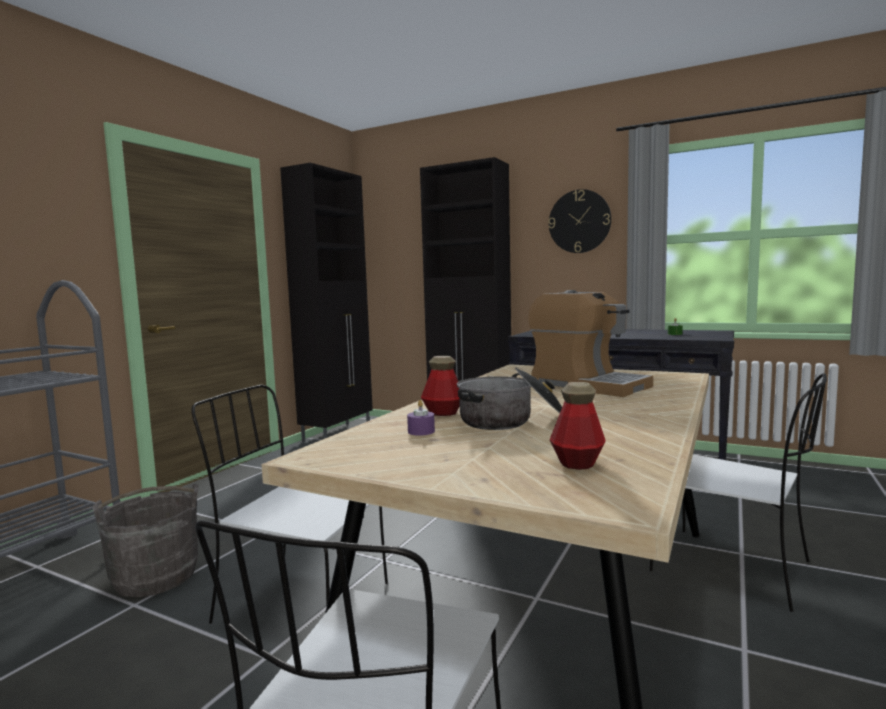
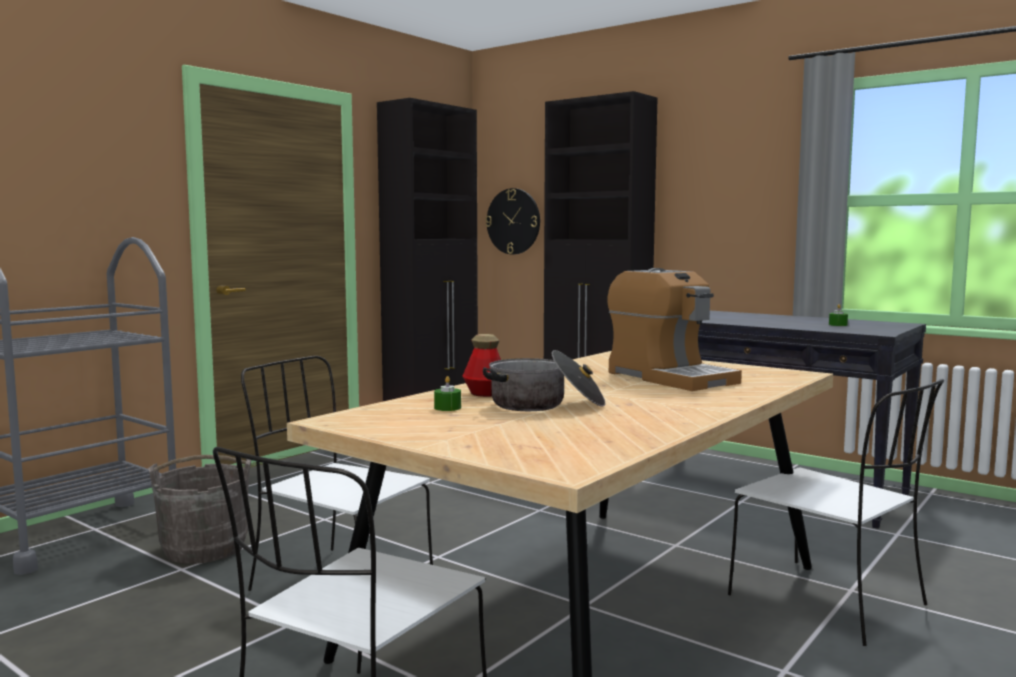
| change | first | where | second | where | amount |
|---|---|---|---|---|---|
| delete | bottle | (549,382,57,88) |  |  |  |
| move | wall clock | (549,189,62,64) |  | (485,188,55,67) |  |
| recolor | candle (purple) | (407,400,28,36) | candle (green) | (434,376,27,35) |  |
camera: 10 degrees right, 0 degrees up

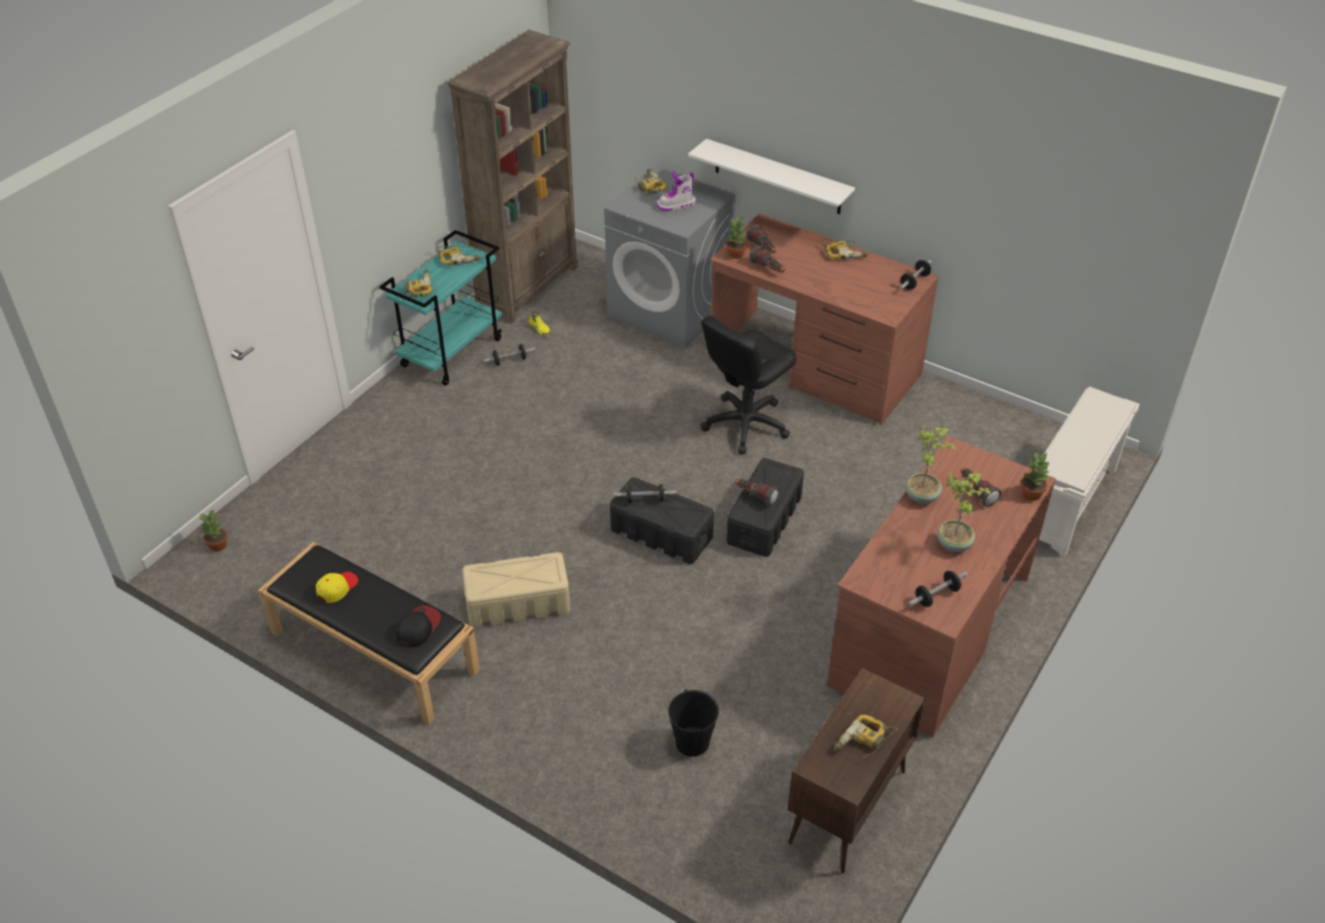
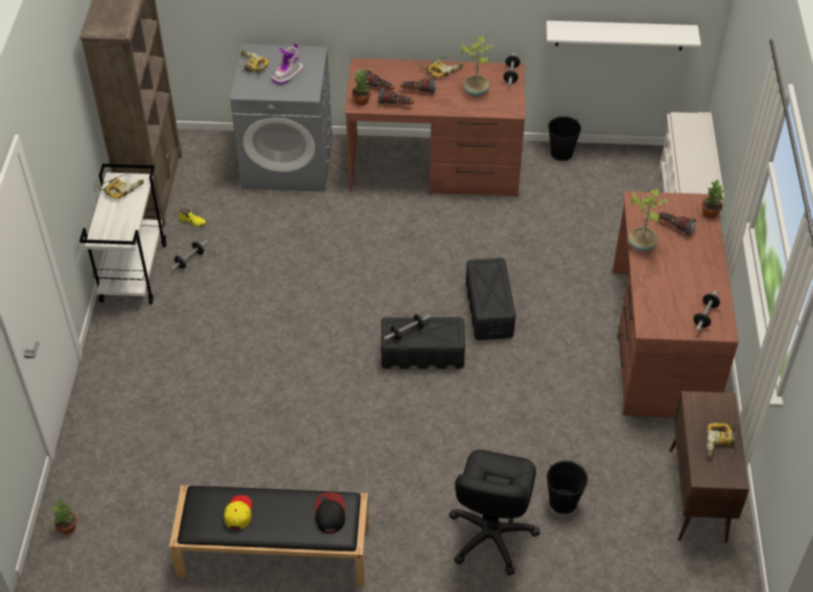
| change | first | where | second | where | amount |
|---|---|---|---|---|---|
| delete | power drill | (403,269,29,28) |  |  |  |
| delete | storage box (beige) | (462,552,108,76) |  |  |  |
| insert |  |  | bucket (black) | (548,116,33,45) |  |
| move | shelf (white) | (688,139,167,75) |  | (546,21,155,29) |  |
| move | office chair (black) | (700,316,96,138) |  | (449,450,91,126) |  |
| move | flashlight | (735,479,44,27) |  | (400,77,36,17) |  |
| move | potted plant | (937,472,55,80) |  | (460,36,34,61) |  |
| recolor | cart (turquoise) | (379,230,123,156) | cart (white) | (79,164,88,140) |  |
camera: 30 degrees left, 5 degrees up

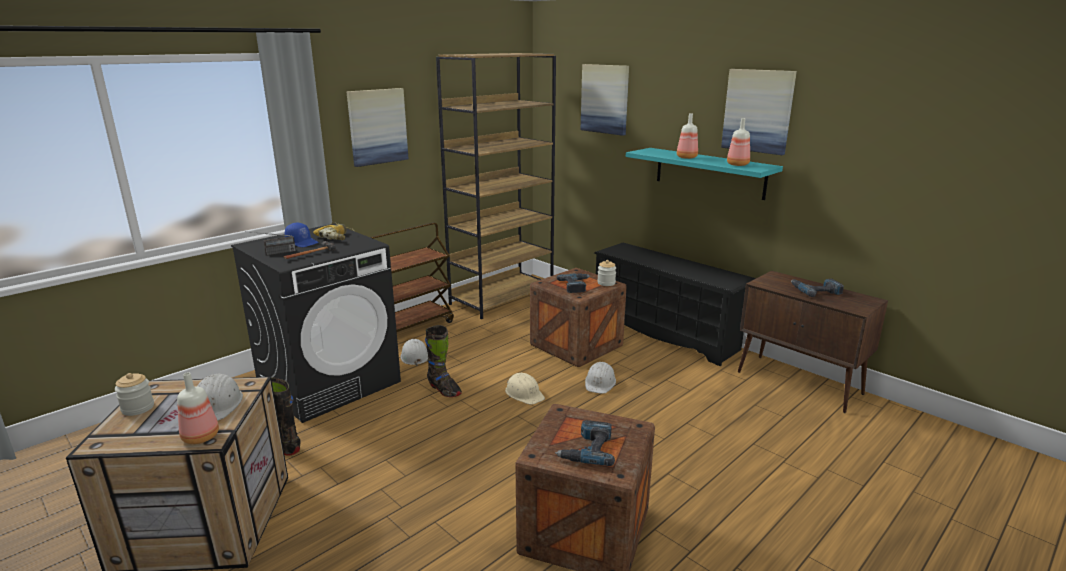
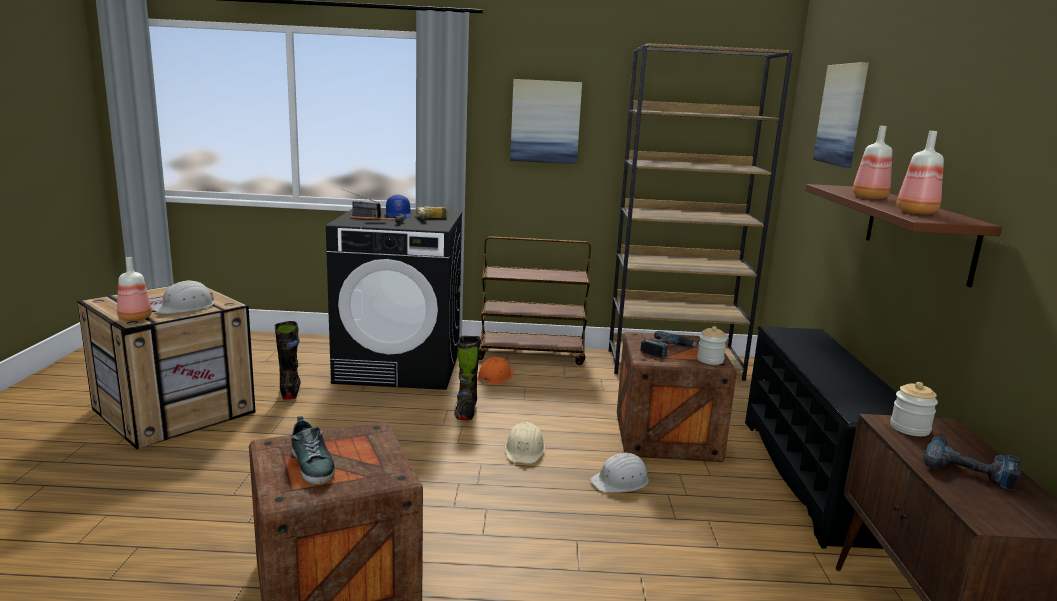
| change | first | where | second | where | amount |
|---|---|---|---|---|---|
| delete | picture | (721,69,76,86) |  |  |  |
| move | jar | (115,373,39,43) |  | (890,382,48,54) |  |
| replace | power drill | (555,420,60,46) | shoe | (291,416,44,69) |  |
| recolor | hard hat (white) | (400,339,28,27) | hard hat (orange) | (477,357,37,27) |  |
| recolor | shelf (turquoise) | (626,148,157,52) | shelf (brown) | (806,184,196,103) |  |
camera: 45 degrees right, 5 degrees down

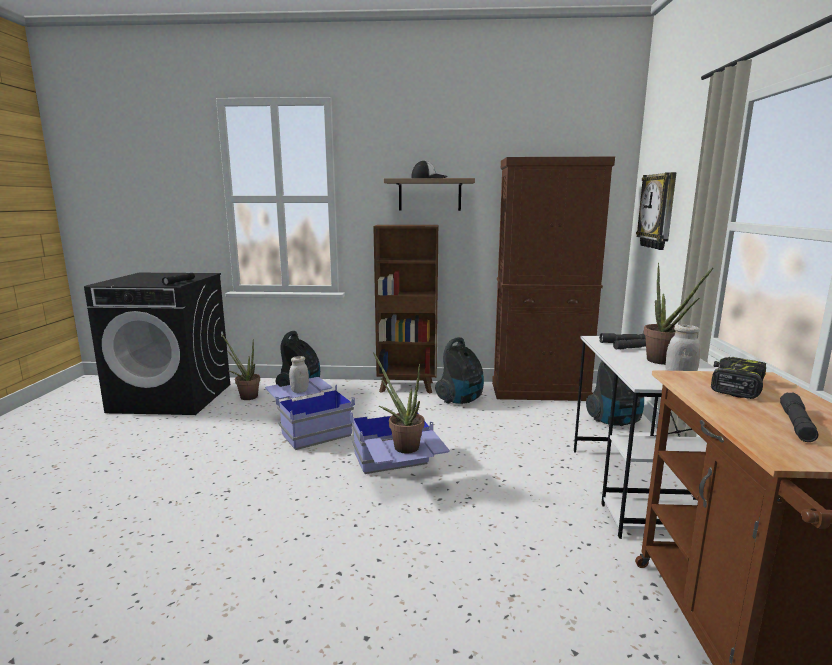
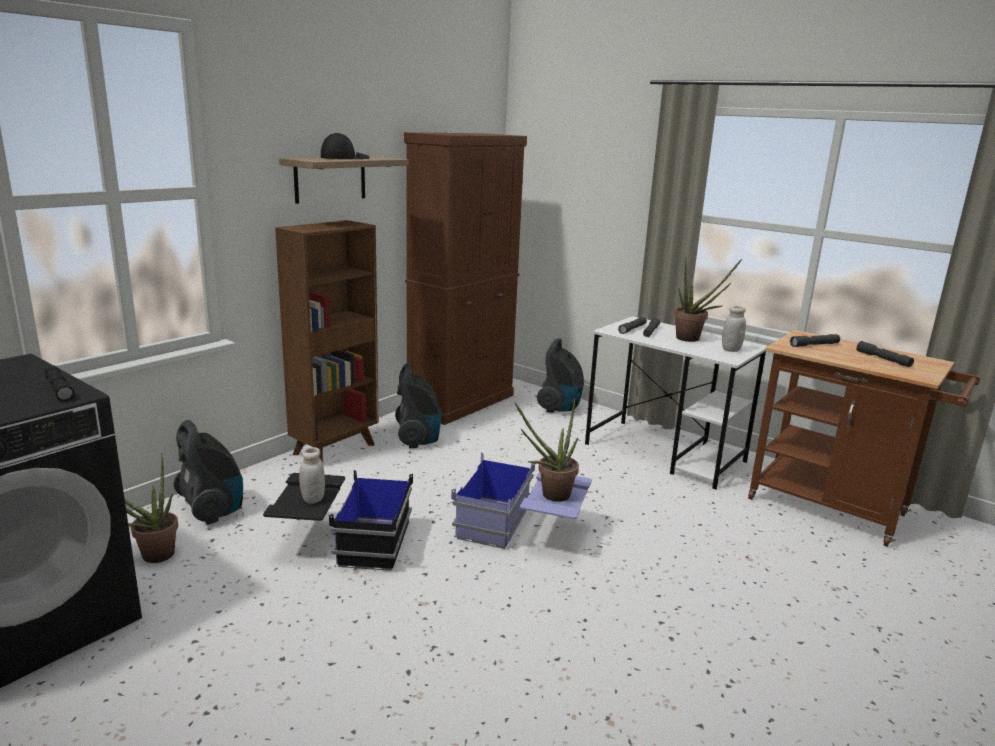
| change | first | where | second | where | amount |
|---|---|---|---|---|---|
| delete | wall clock | (636,172,40,78) |  |  |  |
| replace | power drill | (711,357,55,42) | flashlight (grey) | (790,334,50,13) |  |
| recolor | storage box (blue) | (265,377,90,73) | storage box (black) | (263,470,150,101) |  |
camera: 55 degrees left, 5 degrees up

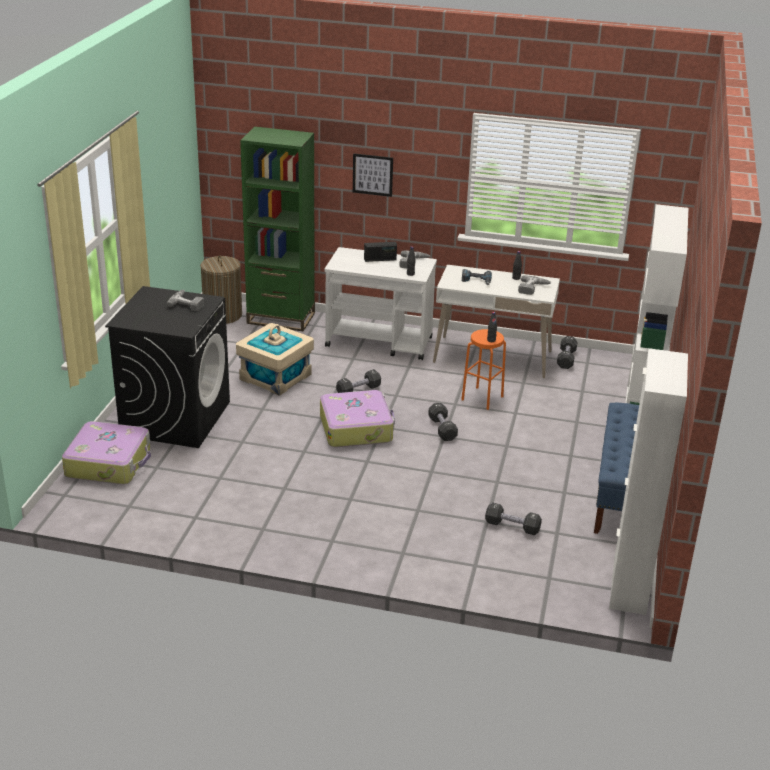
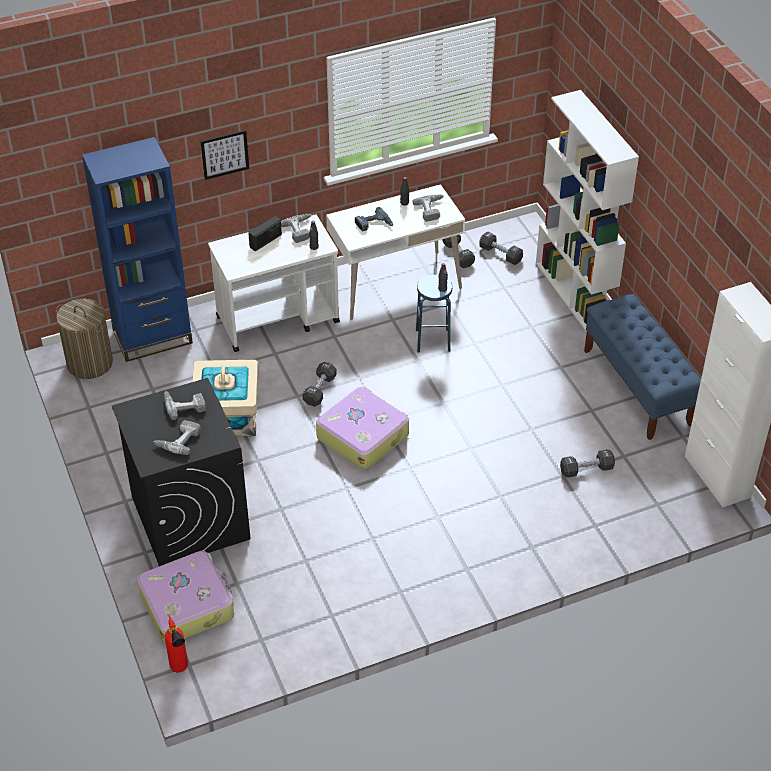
| change | first | where | second | where | amount |
|---|---|---|---|---|---|
| insert |  |  | power drill | (153,420,48,35) |  |
| insert |  |  | fire extinguisher | (165,615,23,57) |  |
| move | dumbbell (black) | (428,403,30,38) |  | (480,231,43,34) |  |
| recolor | bookcase (green) | (240,127,75,204) | bookcase (blue) | (82,137,111,225) |  |
| recolor | stool (orange) | (461,329,45,81) | stool (blue) | (416,275,36,78) |  |
camera: 35 degrees left, 15 degrees up

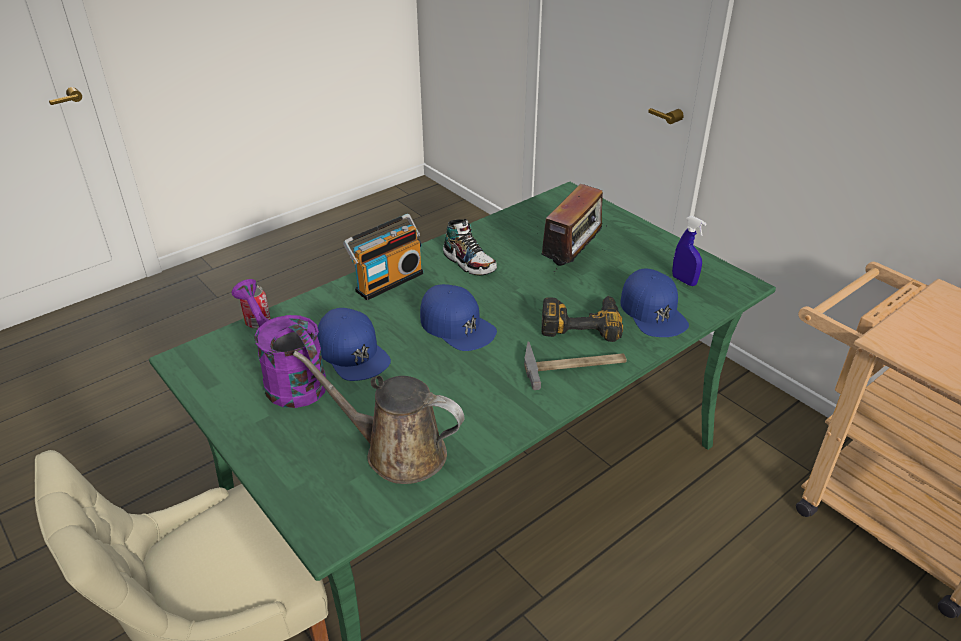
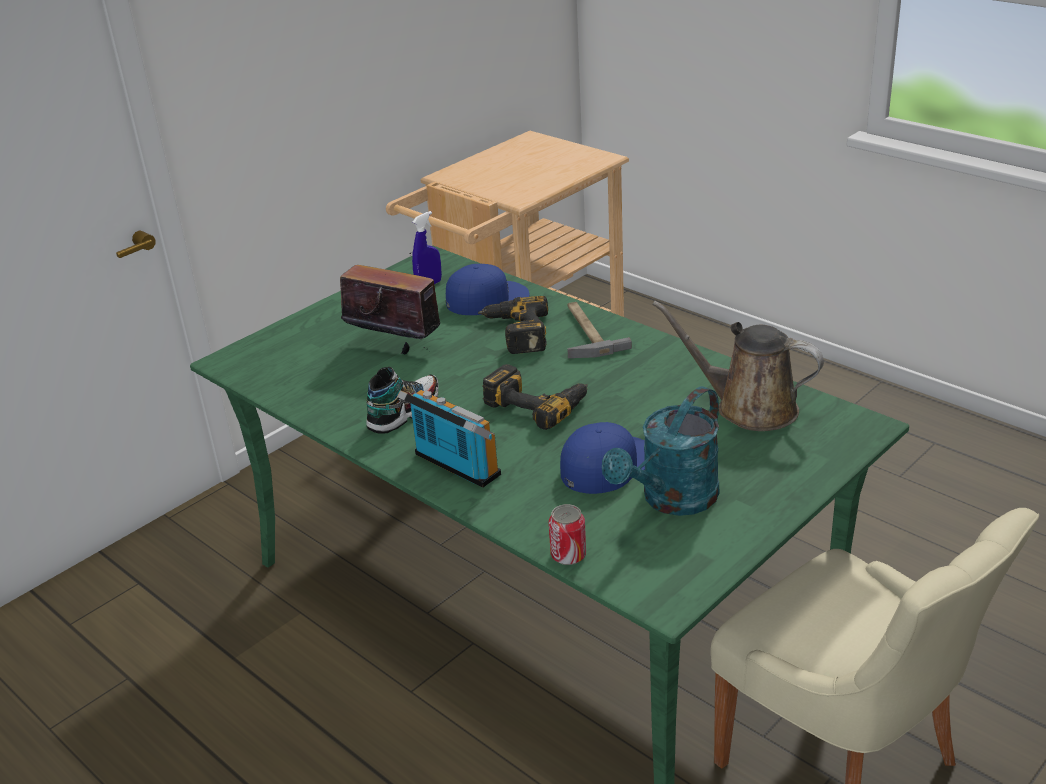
| change | first | where | second | where | amount |
|---|---|---|---|---|---|
| replace | cap (blue) | (420,284,77,67) | power drill | (482,364,106,66) |  |
| recolor | watering can (purple) | (232,279,94,129) | watering can (turquoise) | (602,386,117,130) |  |
| rotate | watering can (brown) | (293,351,172,133) |  | (652,301,172,130) | 105 degrees clockwise |
camera: 95 degrees left, 5 degrees down

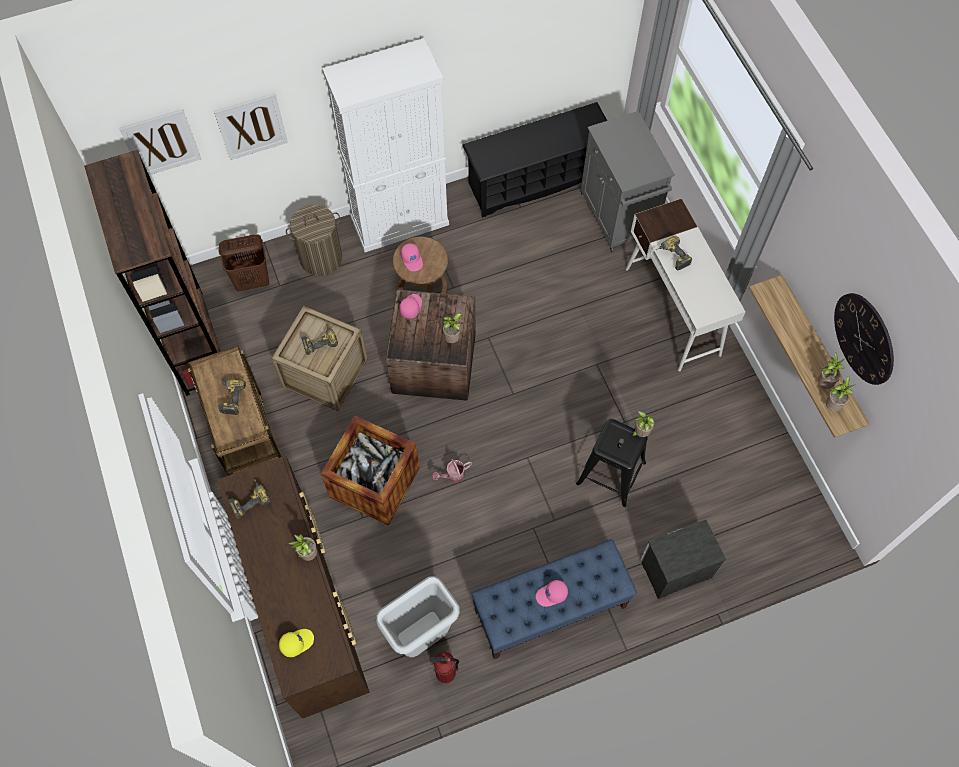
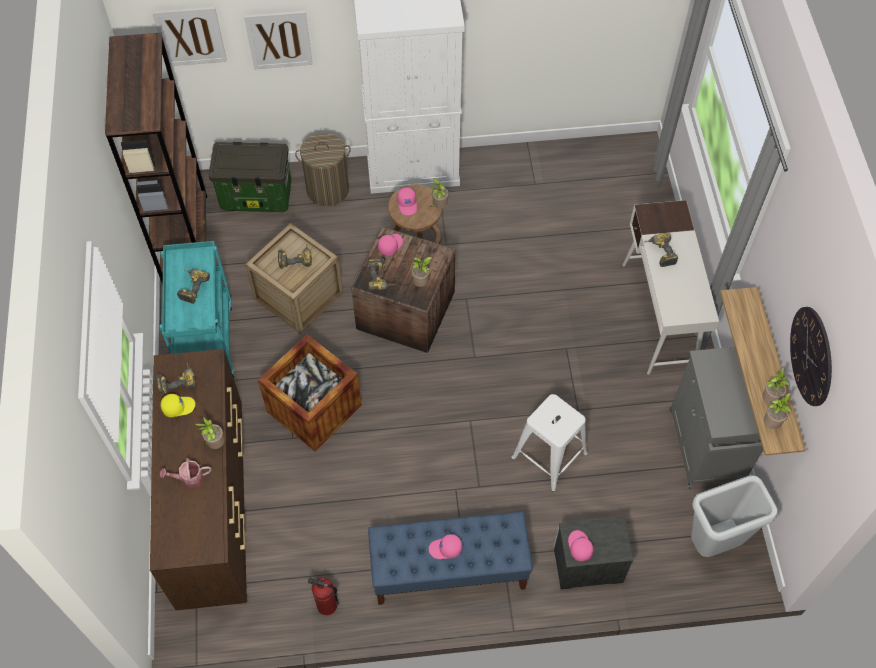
| change | first | where | second | where | amount |
|---|---|---|---|---|---|
| delete | shoe rack (black) | (462,102,145,116) |  |  |  |
| insert |  |  | power drill | (367,258,28,33) |  |
| insert |  |  | cap (pink) | (568,530,25,31) |  |
| move | cap (yellow) | (279,629,35,28) |  | (161,394,34,23) |  |
| move | trash can (grey) | (376,576,84,81) |  | (691,475,87,82) |  |
| move | watering can | (432,459,40,24) |  | (160,458,52,30) |  |
| move | cabinet (grey) | (580,111,95,141) |  | (670,347,93,142) |  |
| move | potted plant | (632,411,24,26) |  | (429,178,20,30) |  |
| replace | laundry basket (brown) | (219,234,50,58) | storage box | (209,142,83,70) |  |
| recolor | cart (brown) | (188,345,93,131) | cart (turquoise) | (160,241,75,137) |  |
| recolor | stool (black) | (576,419,71,88) | stool (white) | (511,394,77,98) |  |
camera: 15 degrees right, 5 degrees down

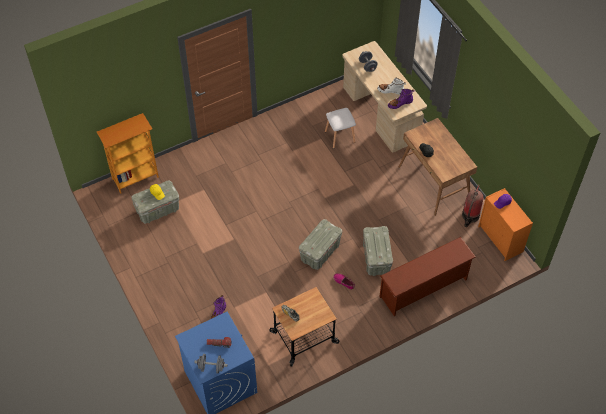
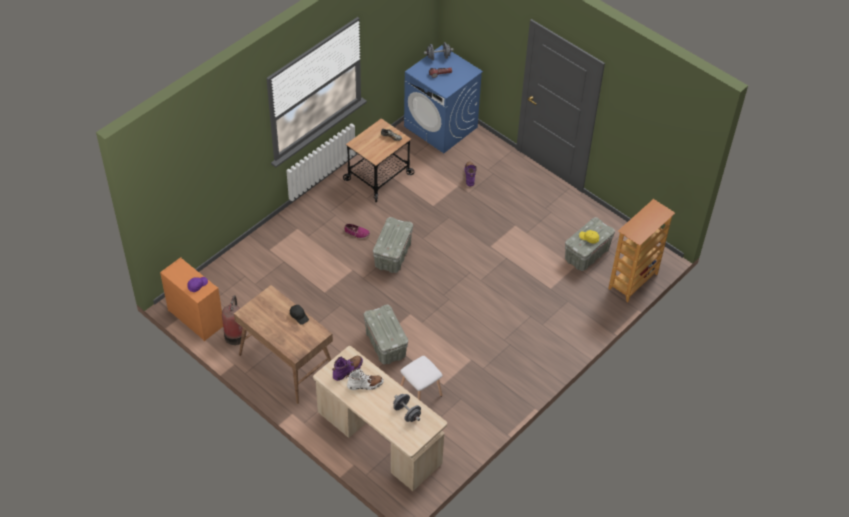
| change | first | where | second | where | amount |
|---|---|---|---|---|---|
| delete | shoe rack (brown) | (379,237,97,79) |  |  |  |
| move | storage box (grey) | (363,226,30,50) |  | (364,305,44,59) |  |
camera: 160 degrees right, 5 degrees down

